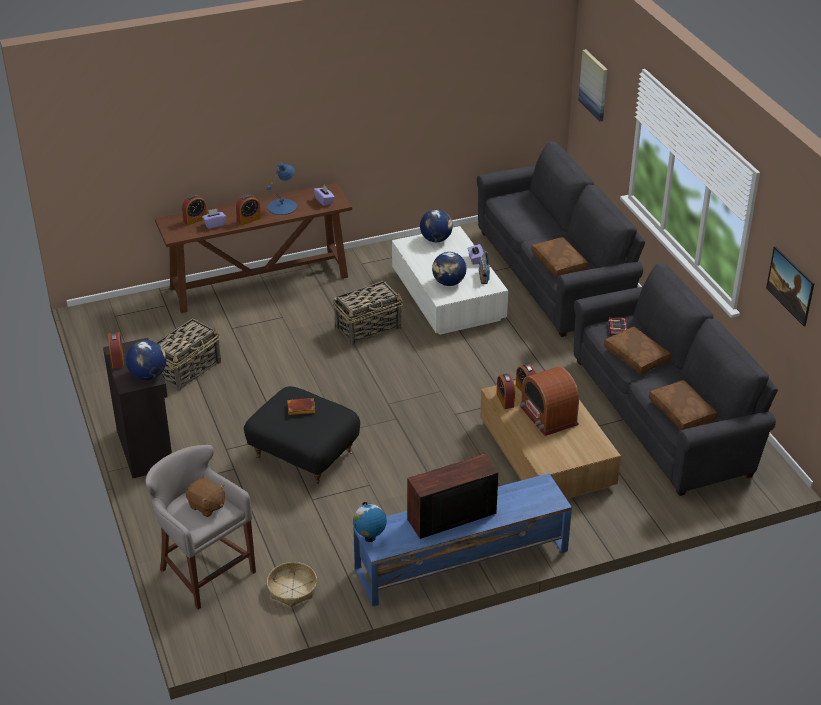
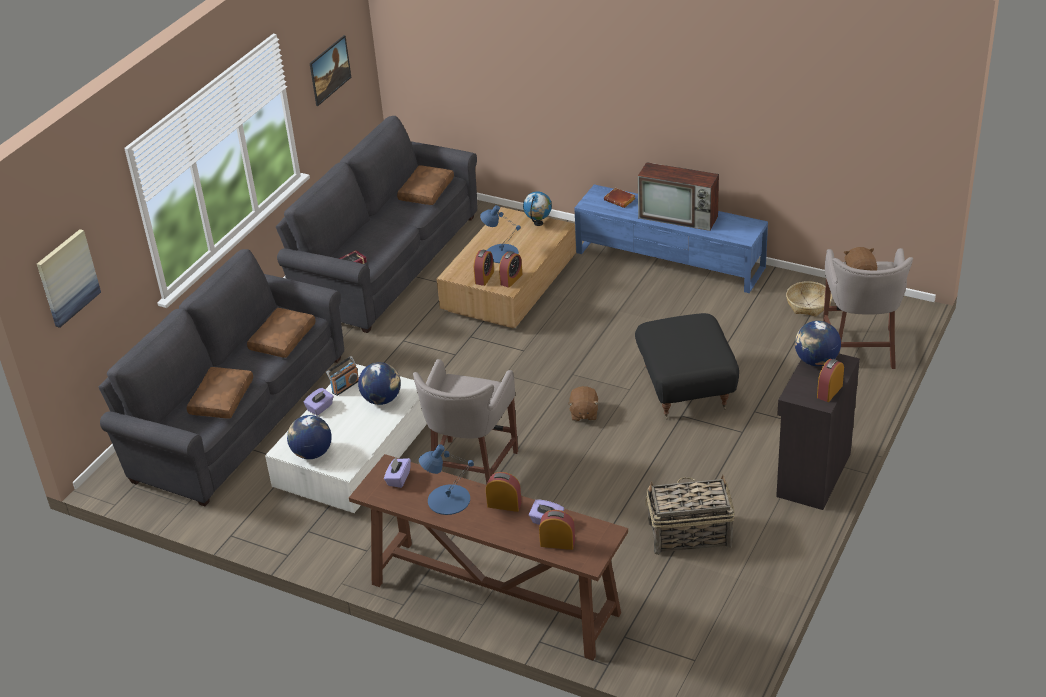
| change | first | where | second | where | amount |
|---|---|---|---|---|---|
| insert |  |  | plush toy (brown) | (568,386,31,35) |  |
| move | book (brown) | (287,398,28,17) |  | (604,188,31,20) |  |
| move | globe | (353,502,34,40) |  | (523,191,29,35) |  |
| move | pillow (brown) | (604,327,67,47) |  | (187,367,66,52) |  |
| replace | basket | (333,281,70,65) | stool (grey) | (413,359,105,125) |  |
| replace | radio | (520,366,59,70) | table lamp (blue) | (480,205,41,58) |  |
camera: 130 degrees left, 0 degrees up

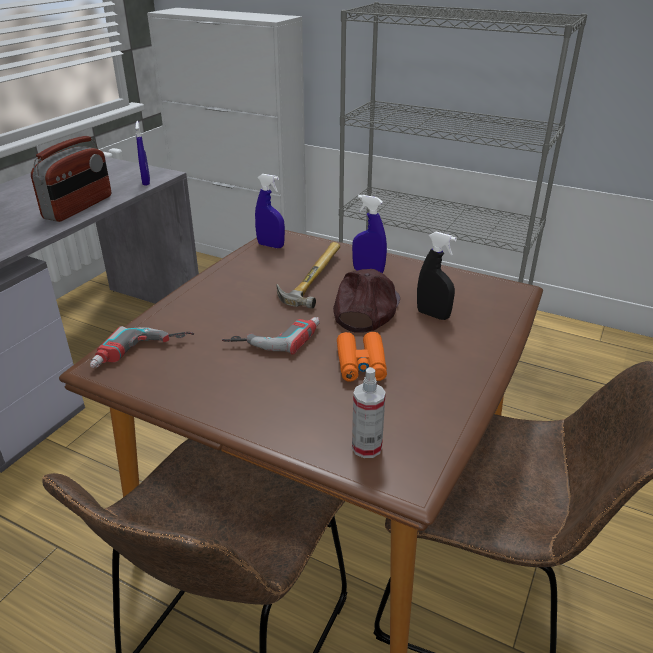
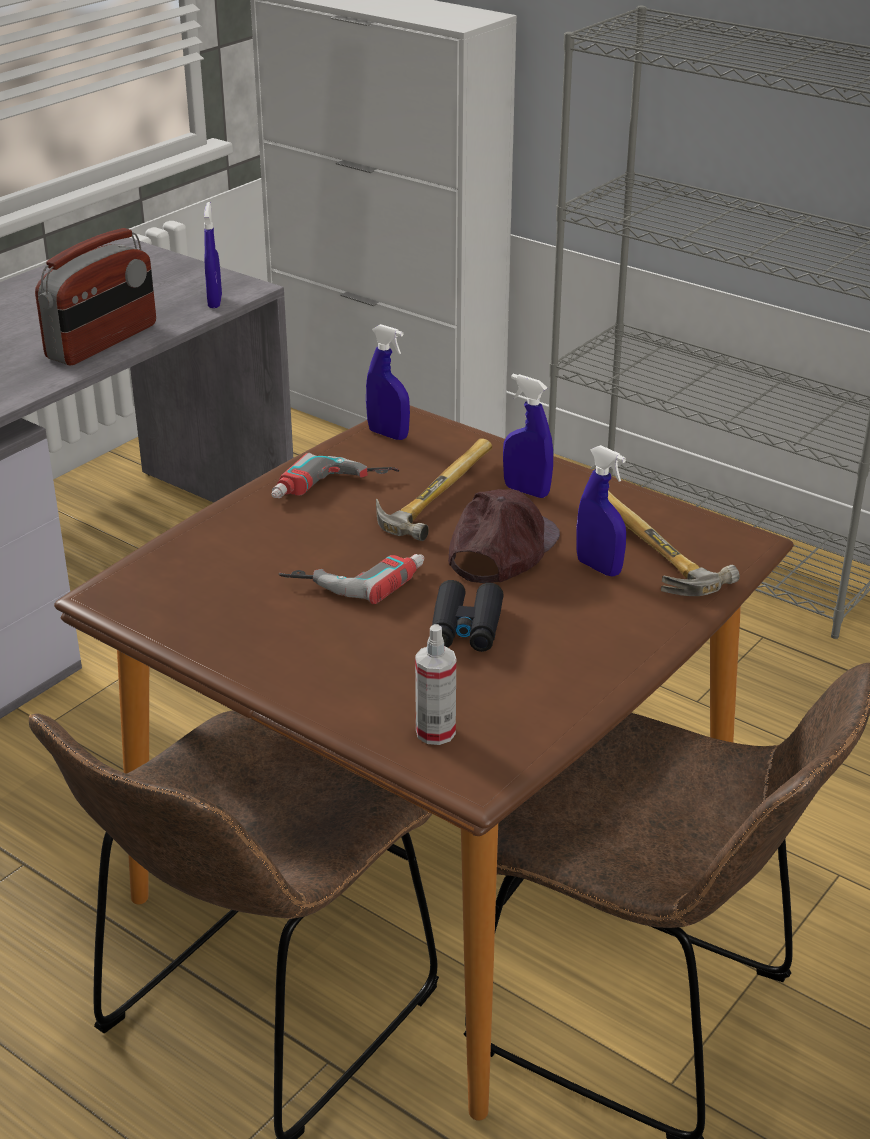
| change | first | where | second | where | amount |
|---|---|---|---|---|---|
| insert |  |  | hammer | (608,491,132,105) |  |
| move | power drill | (90,326,104,42) |  | (272,453,127,45) |  |
| recolor | binoculars (orange) | (337,332,50,50) | binoculars (black) | (432,580,72,72) |  |
| recolor | spray bottle (black) | (417,232,40,88) | spray bottle (blue) | (576,445,50,132) |  |
camera: 10 degrees right, 0 degrees up

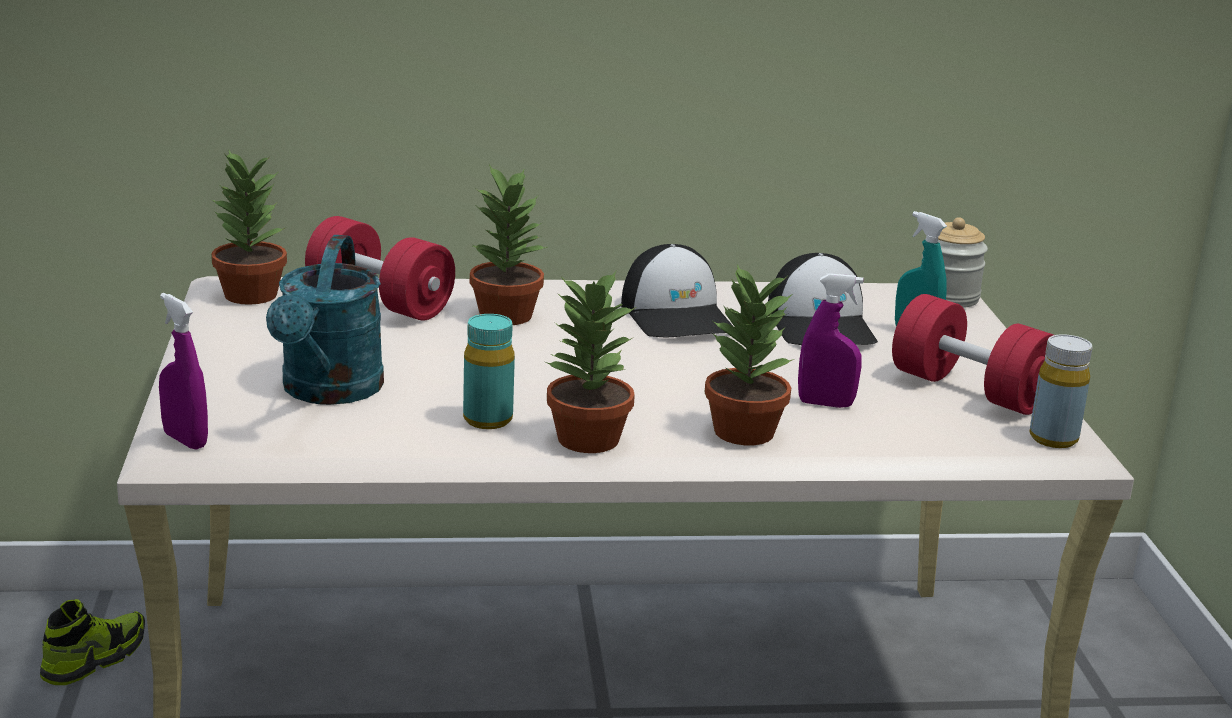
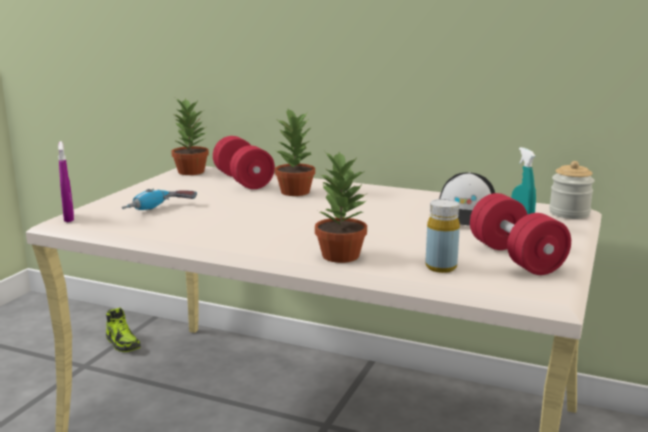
| change | first | where | second | where | amount |
|---|---|---|---|---|---|
| delete | bottle (turquoise) | (463,314,52,115) |  |  |  |
| delete | potted plant | (545,271,91,182) |  |  |  |
| delete | cap | (621,244,112,93) |  |  |  |
| delete | spray bottle (purple) | (798,273,65,135) |  |  |  |
| move | bottle (yellow) | (1029,334,63,114) |  | (426,199,34,74) |  |
| replace | watering can (turquoise) | (266,235,118,170) | power drill | (122,188,75,22) |  |
| rotate | shoe | (40,599,105,86) |  | (106,307,35,45) | 75 degrees clockwise |
camera: 30 degrees right, 5 degrees down

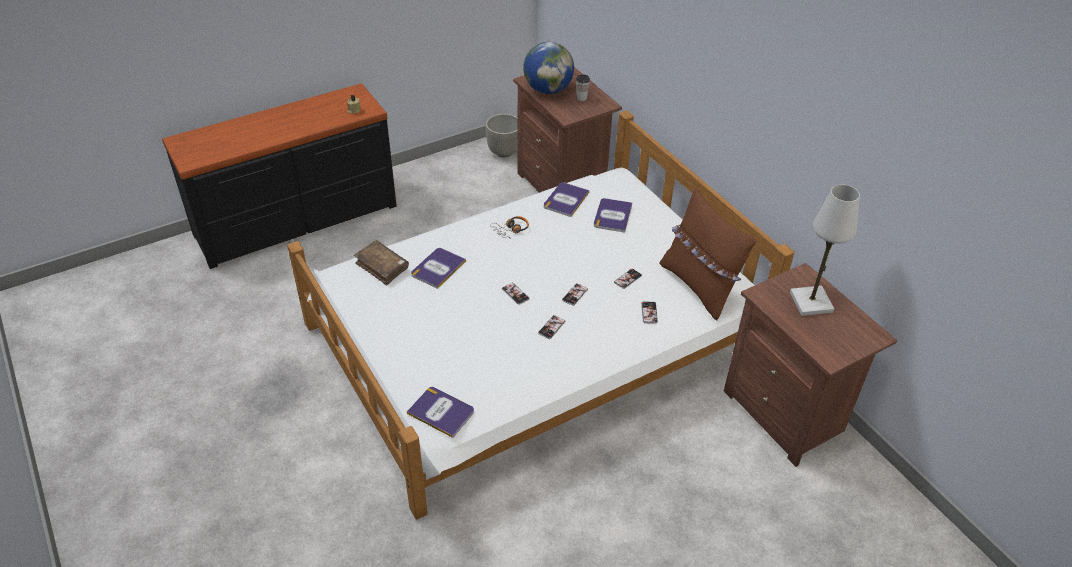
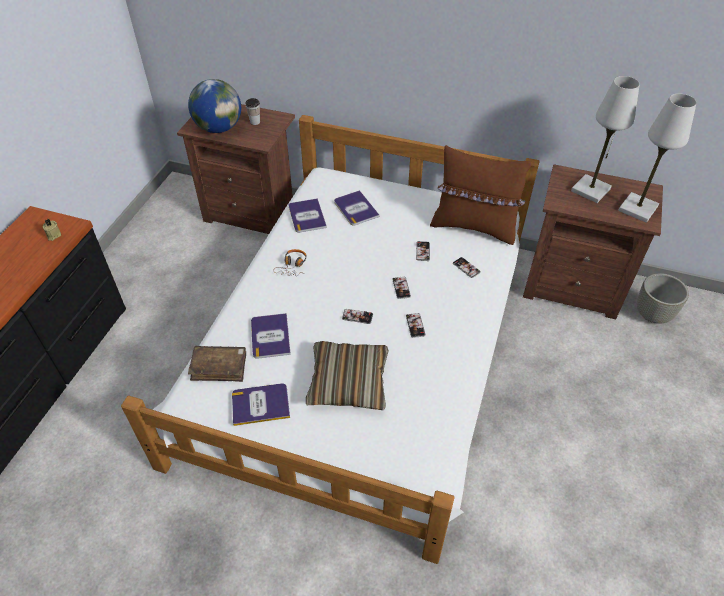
| change | first | where | second | where | amount |
|---|---|---|---|---|---|
| insert |  |  | pillow | (306,341,83,69) |  |
| insert |  |  | table lamp (white) | (618,93,78,130) |  |
| move | book | (407,387,67,51) |  | (232,383,58,43) |  |
| move | planter (grey) | (485,114,33,43) |  | (637,273,52,50) |  |
camera: 40 degrees left, 5 degrees up

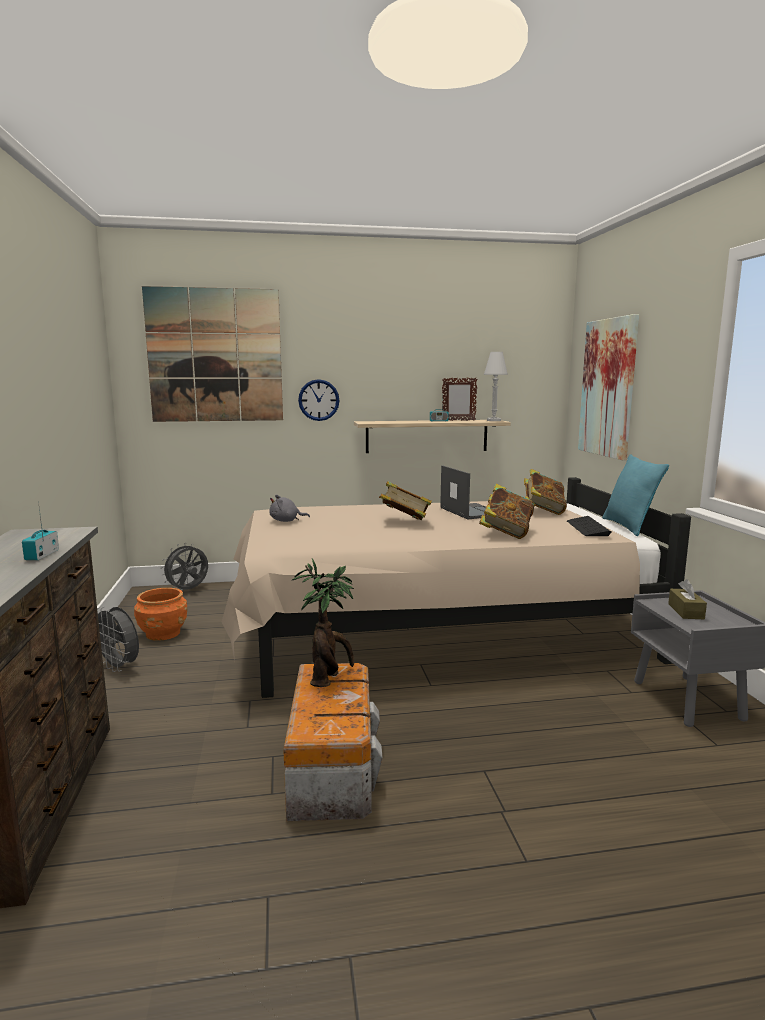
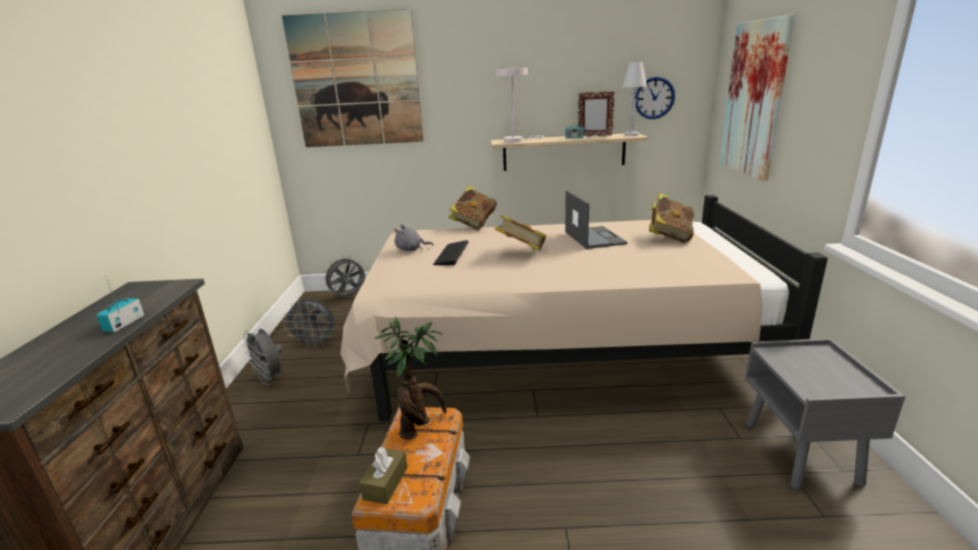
| change | first | where | second | where | amount |
|---|---|---|---|---|---|
| delete | pillow (turquoise) | (602,454,67,82) |  |  |  |
| insert |  |  | table lamp (white) | (495,67,49,76) |  |
| move | wall clock | (298,379,42,42) |  | (635,77,40,42) |  |
| move | book | (479,484,55,55) |  | (449,186,48,44) |  |
| move | keyboard | (567,516,44,20) |  | (433,240,36,25) |  |
| move | tissue box (brown) | (668,579,39,40) |  | (359,446,48,58) |  |
| replace | planter (orange) | (134,588,53,53) | fan (grey) | (283,299,52,48) |  |
camera: 10 degrees right, 10 degrees up

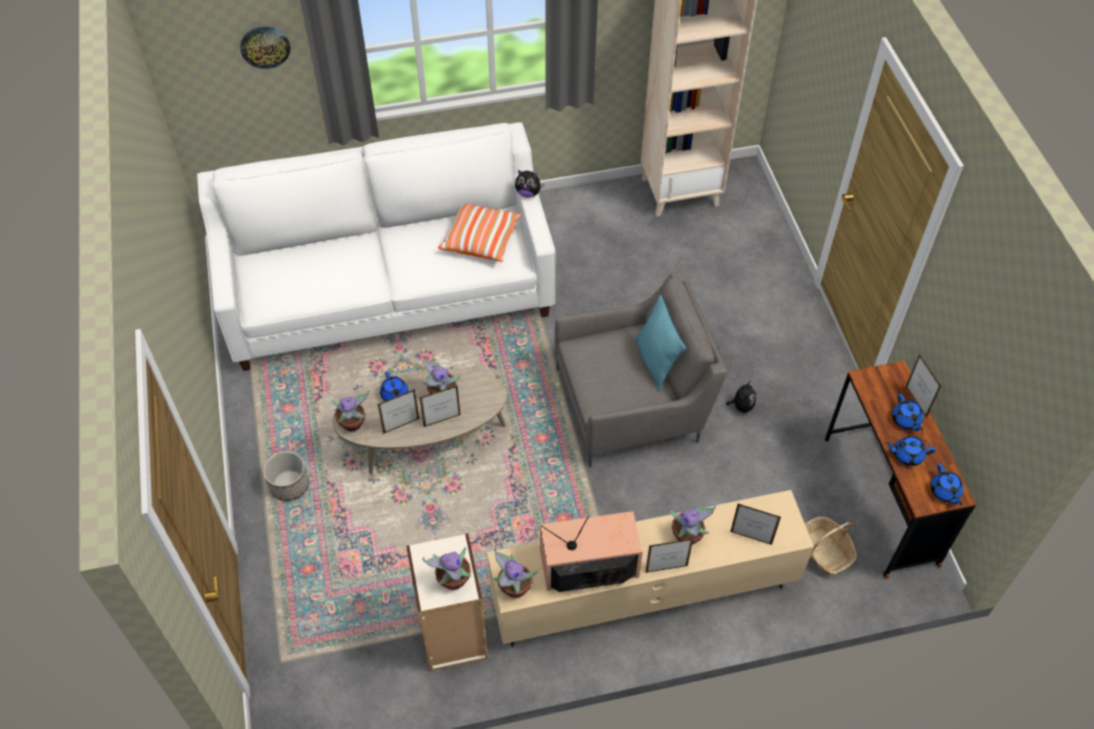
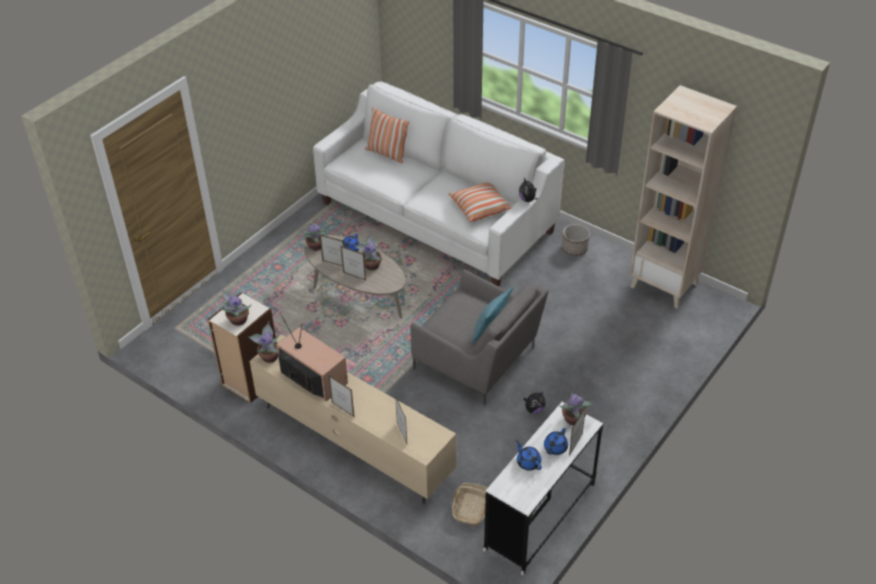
| change | first | where | second | where | amount |
|---|---|---|---|---|---|
| delete | wall clock | (240,27,51,42) |  |  |  |
| delete | teapot (blue) | (930,464,33,41) |  |  |  |
| insert |  |  | pillow | (365,107,44,56) |  |
| move | planter | (263,451,46,50) |  | (562,224,28,32) |  |
| move | potted plant | (670,504,46,41) |  | (560,392,34,34) |  |
| recolor | desk (brown) | (825,361,151,218) | desk (white) | (483,402,120,173) |  |
camera: 50 degrees right, 10 degrees down

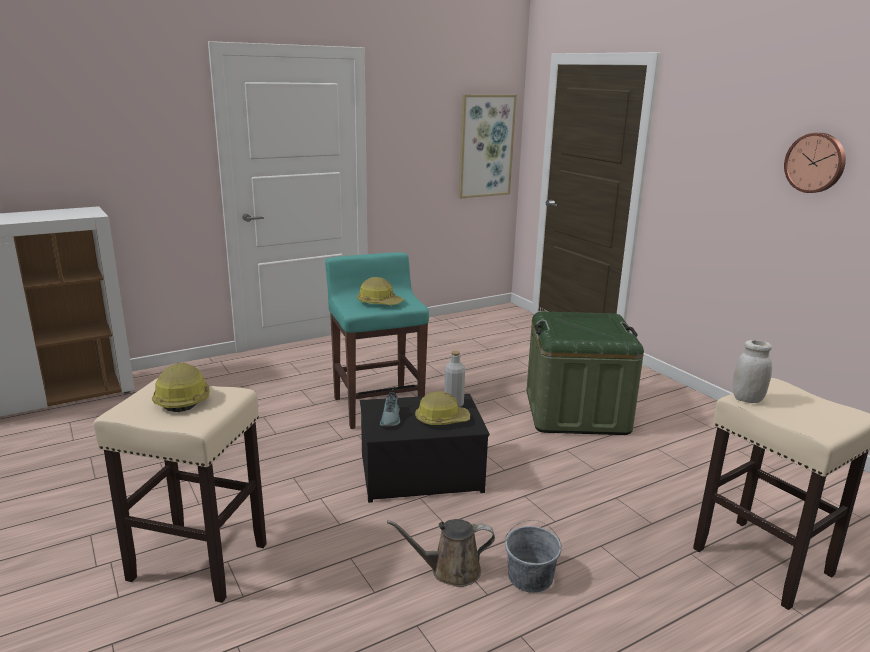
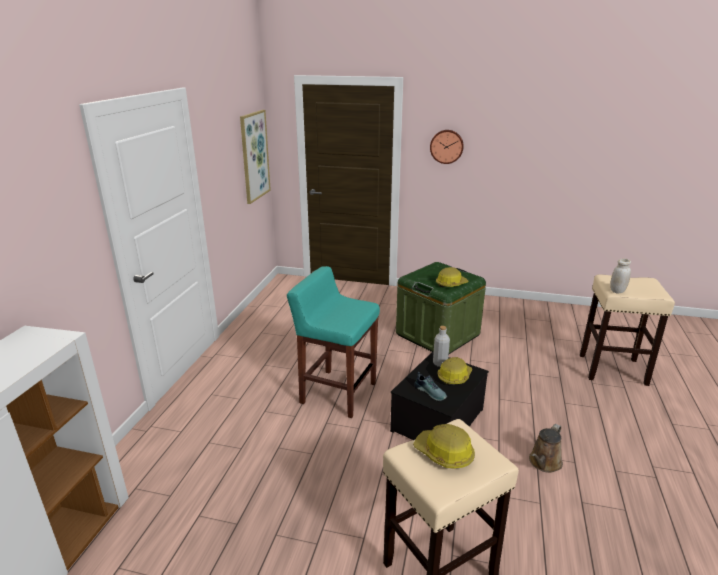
| change | first | where | second | where | amount |
|---|---|---|---|---|---|
| delete | bucket (grey) | (505,520,57,73) |  |  |  |
| move | hard hat | (357,277,47,28) |  | (436,267,33,20) |  |
| move | wall clock | (784,133,62,60) |  | (430,130,34,34) |  |
camera: 45 degrees left, 5 degrees up

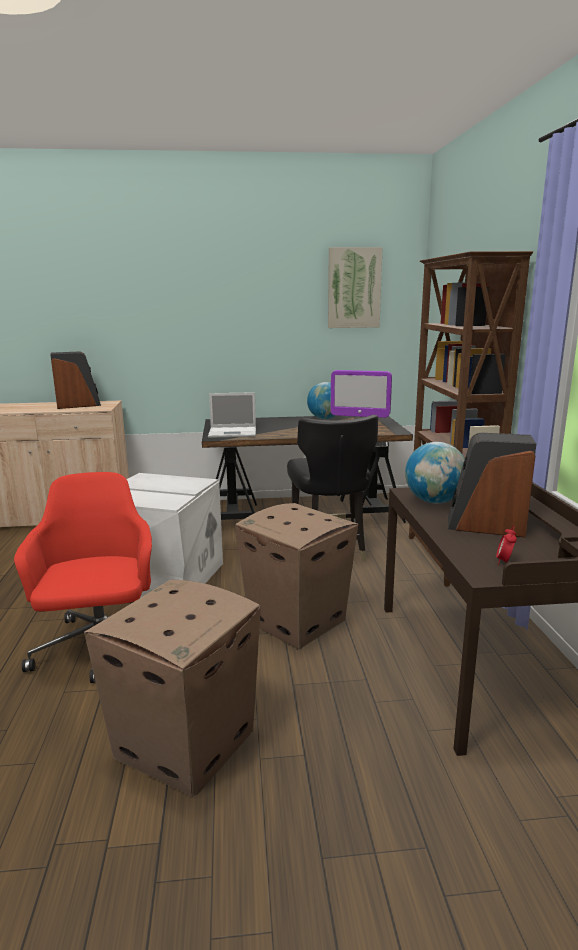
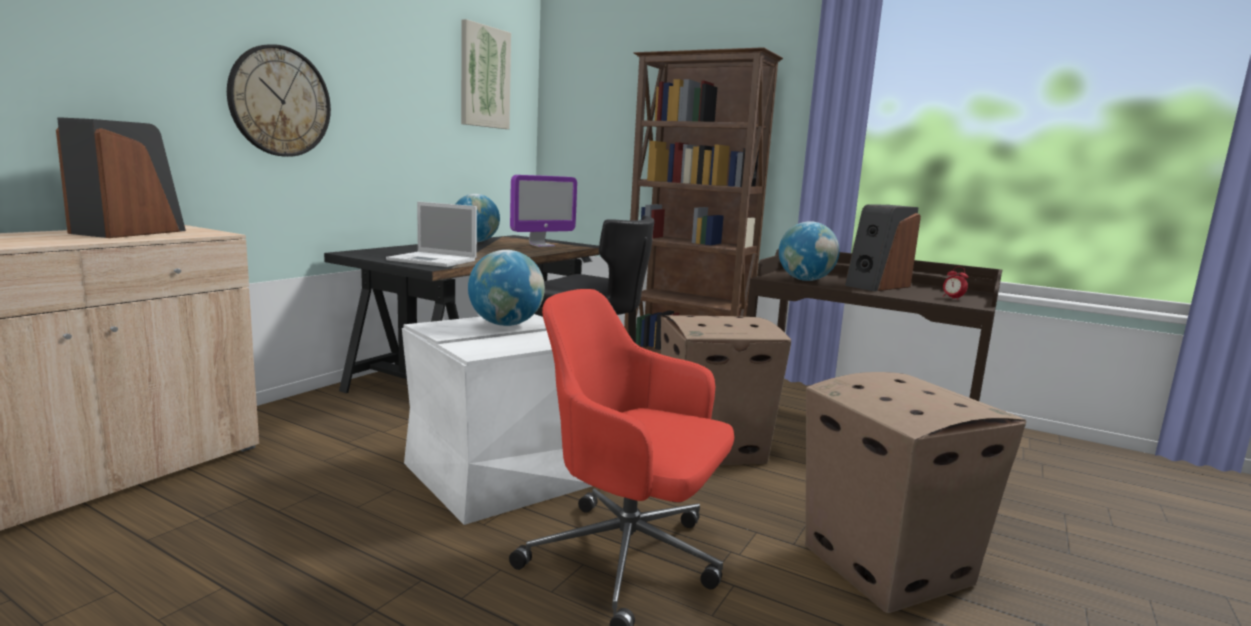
| change | first | where | second | where | amount |
|---|---|---|---|---|---|
| insert |  |  | wall clock | (227,44,104,113) |  |
| insert |  |  | globe | (468,250,77,76) |  |
| rotate | laptop | (208,392,48,46) |  | (386,201,91,66) | 75 degrees clockwise |
camera: 55 degrees left, 5 degrees down

